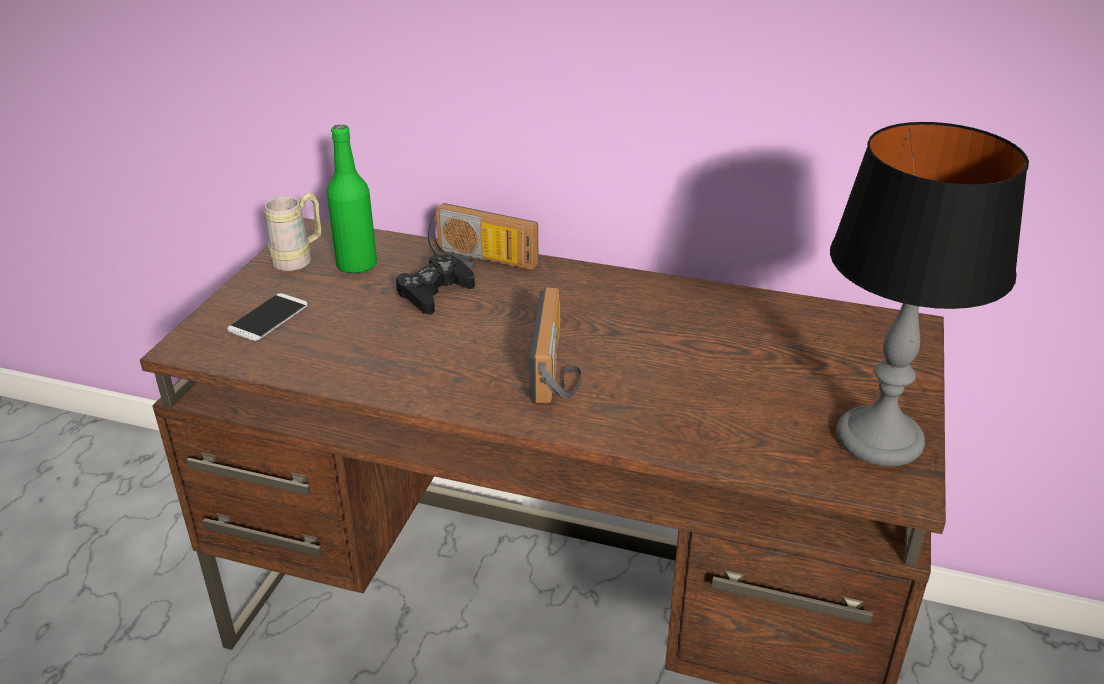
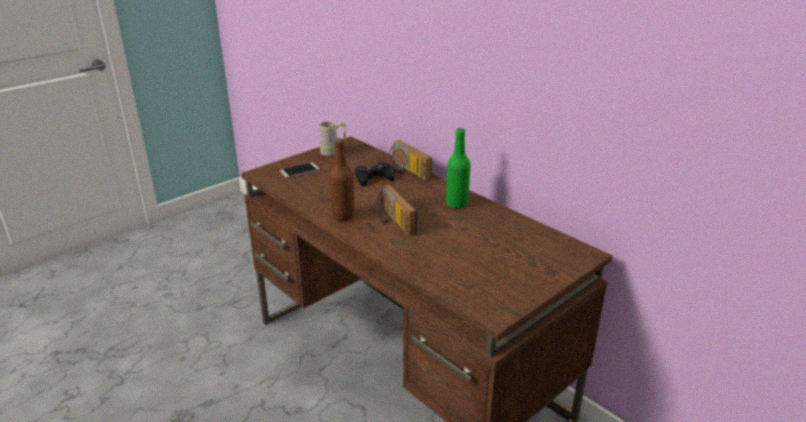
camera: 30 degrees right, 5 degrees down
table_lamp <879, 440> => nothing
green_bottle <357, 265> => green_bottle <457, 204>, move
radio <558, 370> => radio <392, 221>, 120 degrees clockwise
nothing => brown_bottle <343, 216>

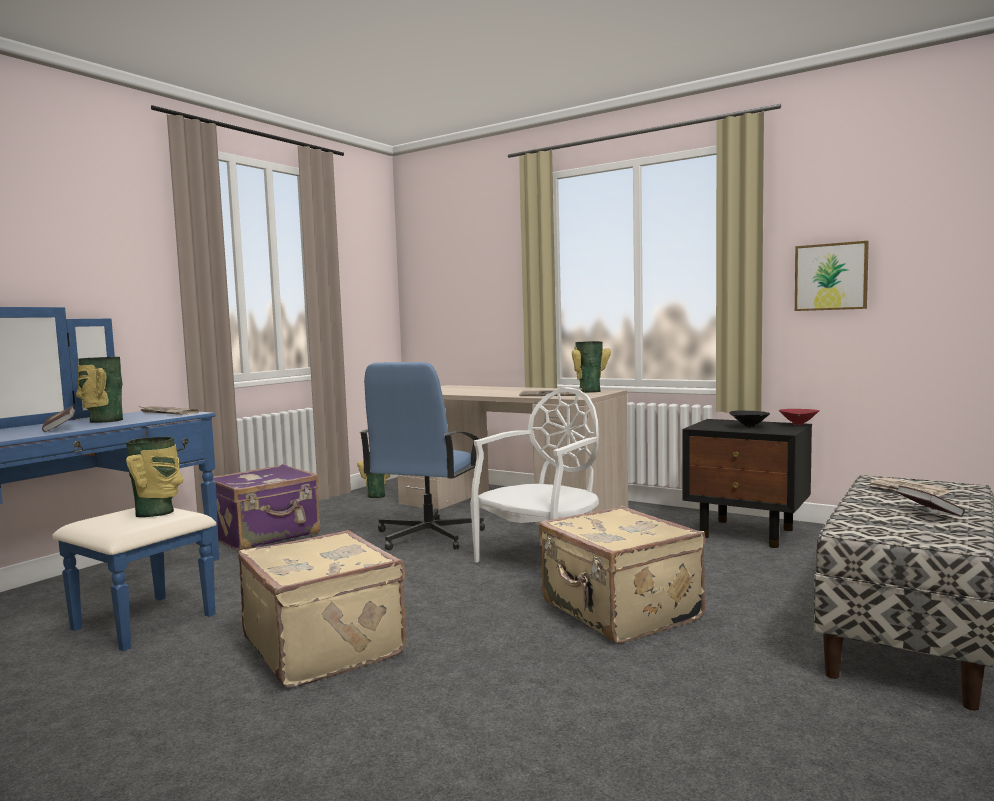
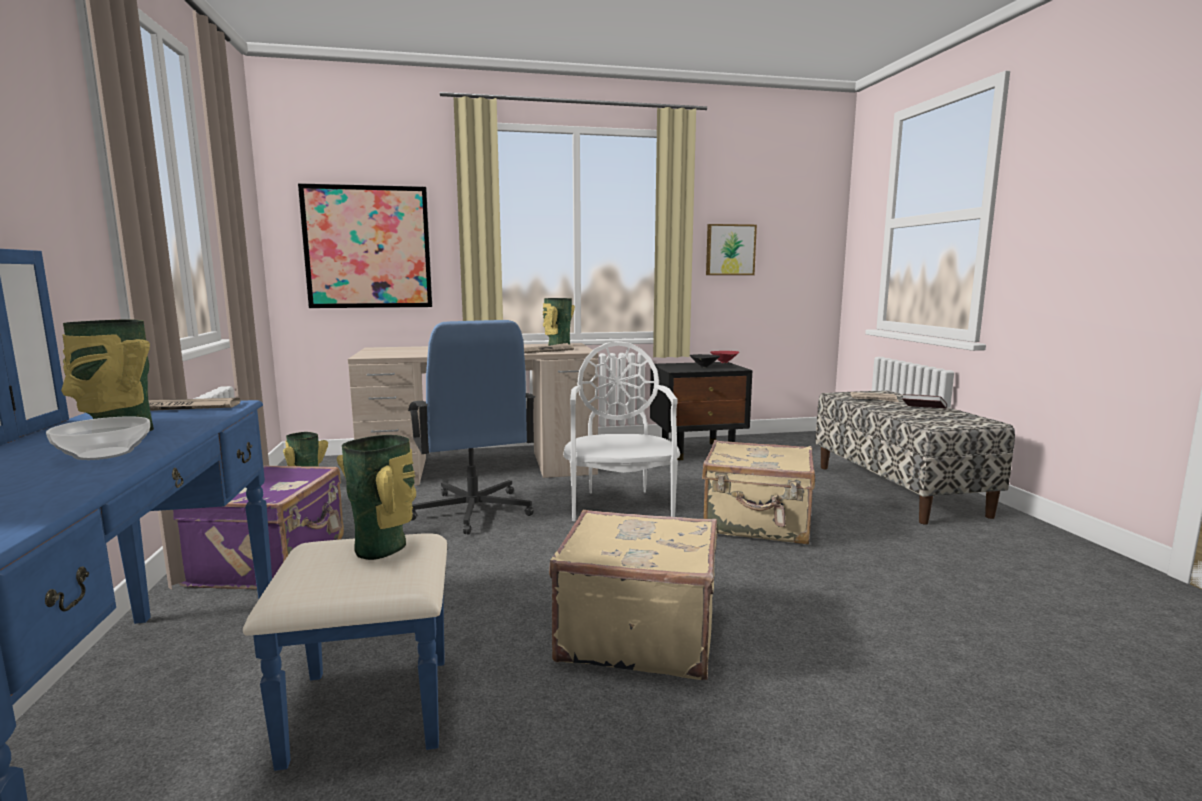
camera: 45 degrees left, 5 degrees up
book <59, 428> => bowl <104, 453>
nothing => picture <368, 247>

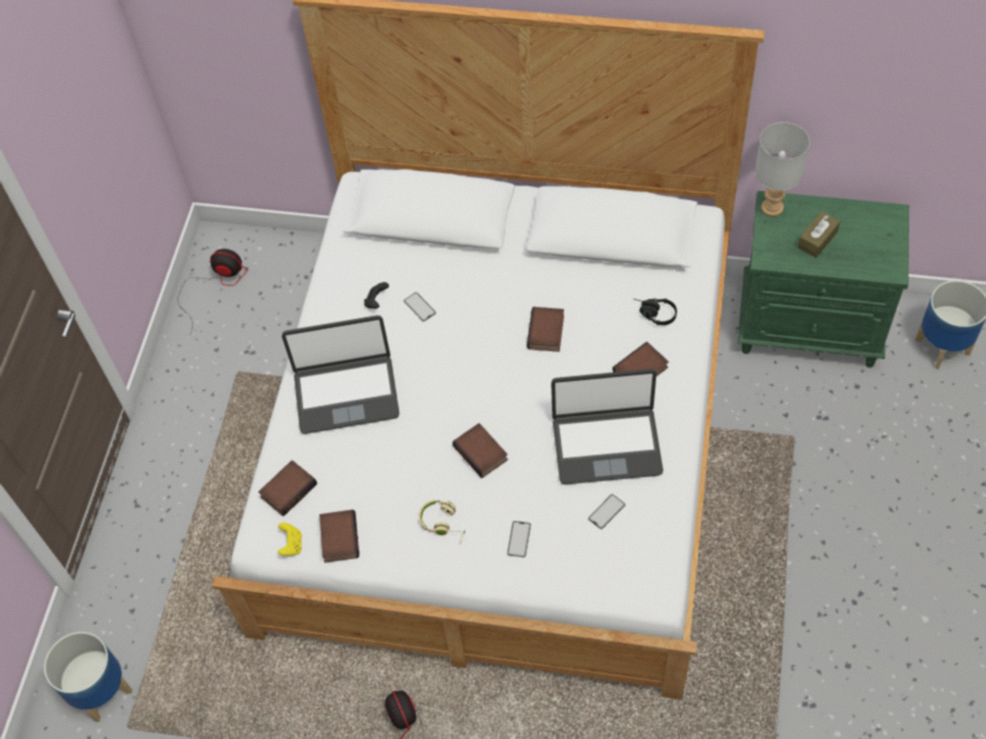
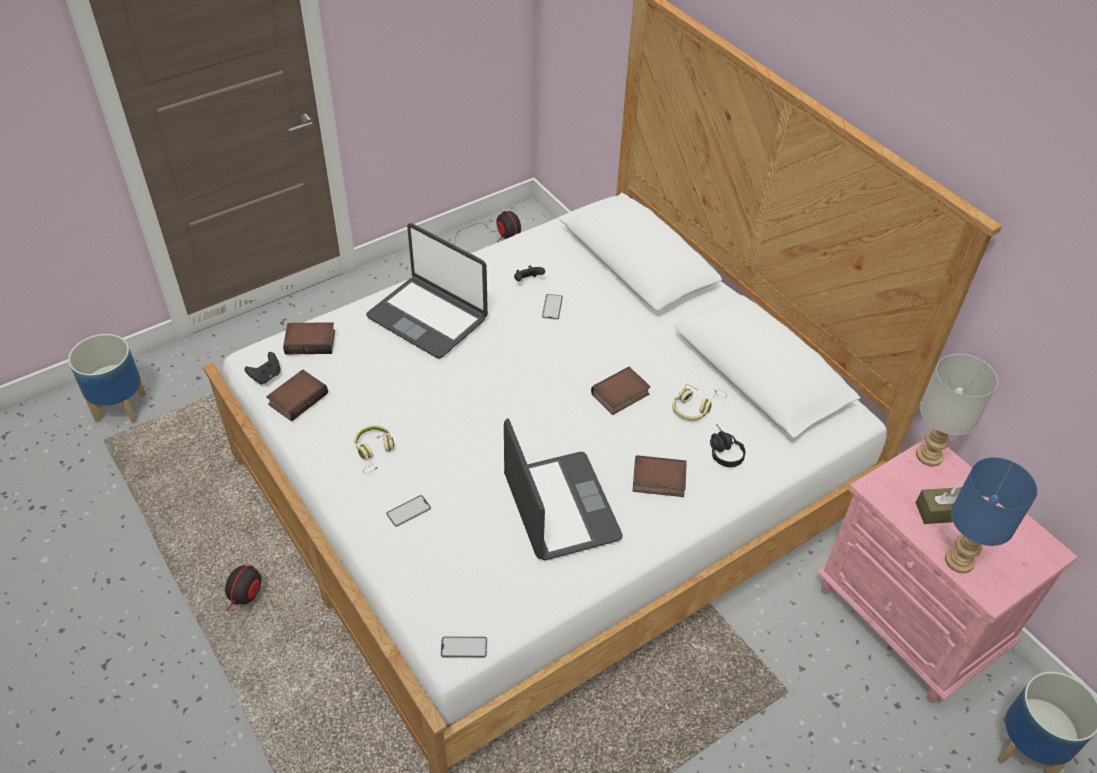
camera: 40 degrees right, 10 degrees down
green_nightstand <810, 325> => pink_nightstand <909, 621>
laptop <606, 445> => laptop <560, 507>, 150 degrees counterclockwise
book <482, 453> => nothing
phone <606, 511> => phone <464, 647>, move
yellow_game_controller <291, 545> => black_game_controller <266, 376>
nothing => beige_headphones <695, 407>
nothing => blue_table_lamp <960, 560>

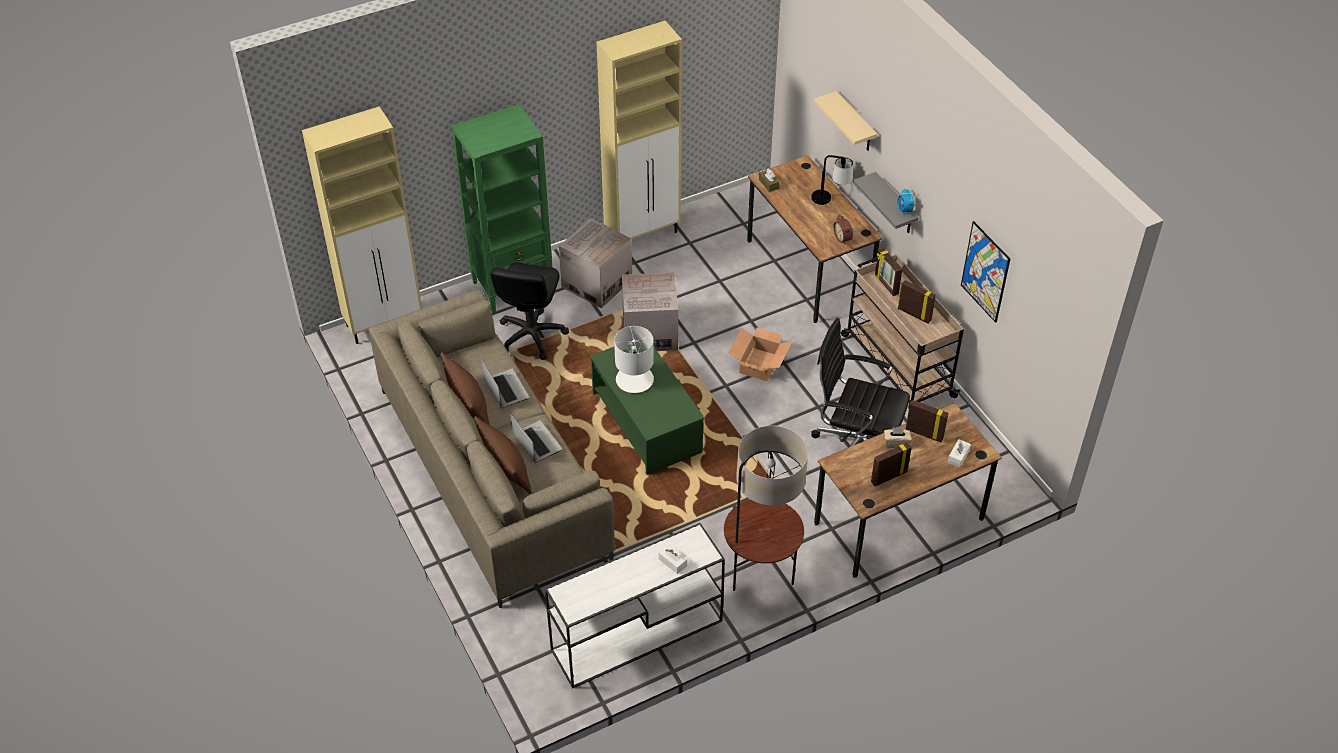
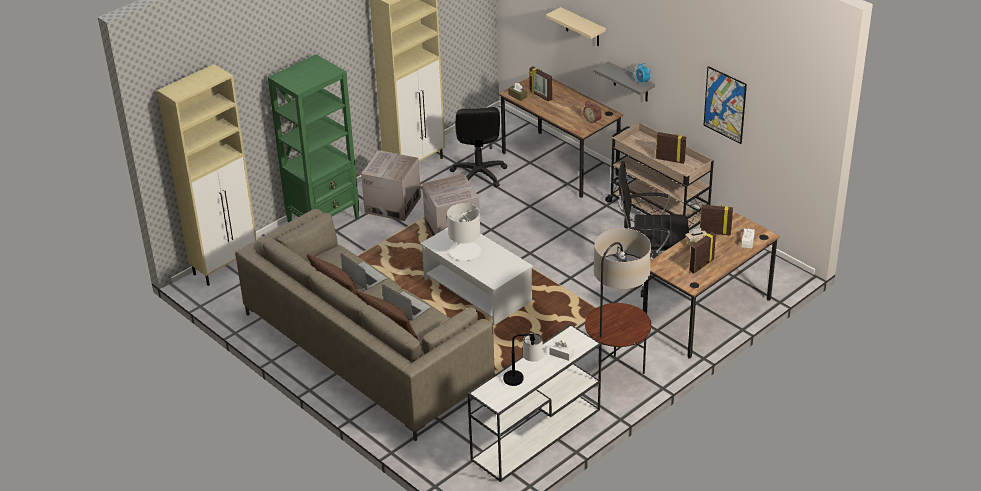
camera: 15 degrees left, 10 degrees down
table_lamp <830, 200> => table_lamp <523, 378>, move
picture_frame <886, 285> => picture_frame <540, 96>, move
black_office_chair <531, 335> => black_office_chair <478, 174>, move
cardboard_box <760, 364> => nothing
green_coffee_table <646, 422> => white_coffee_table <477, 290>

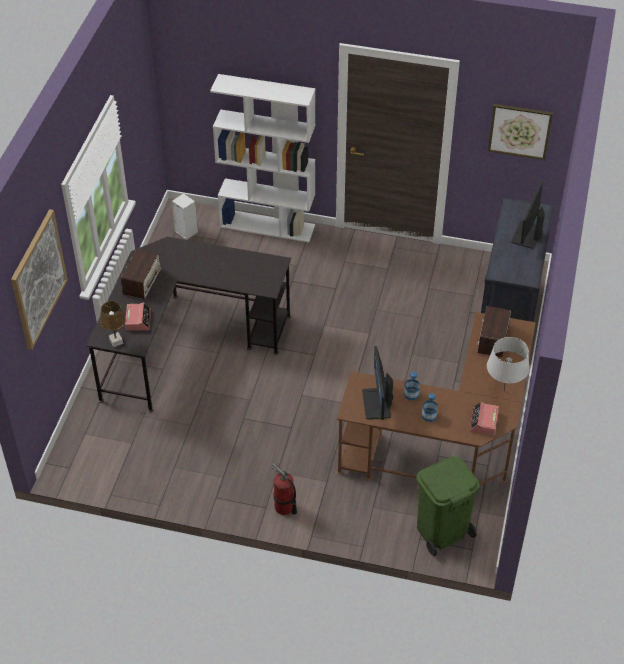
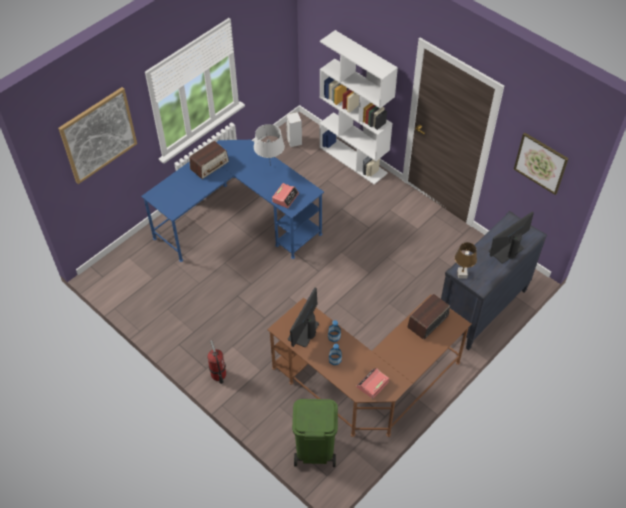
camera: 30 degrees right, 5 degrees up
black_desk <185, 341> => blue_desk <238, 221>
brown_table_lamp <116, 341> => brown_table_lamp <462, 274>, move
alarm_clock <138, 320> => alarm_clock <285, 197>, move
grey_table_lamp <503, 391> => grey_table_lamp <270, 165>, move

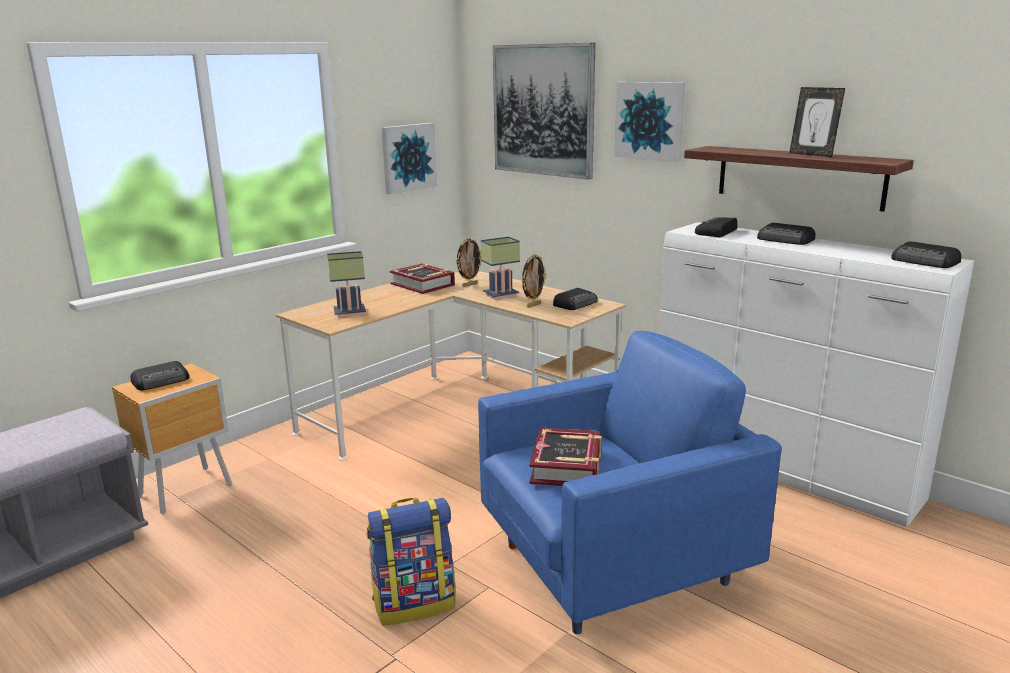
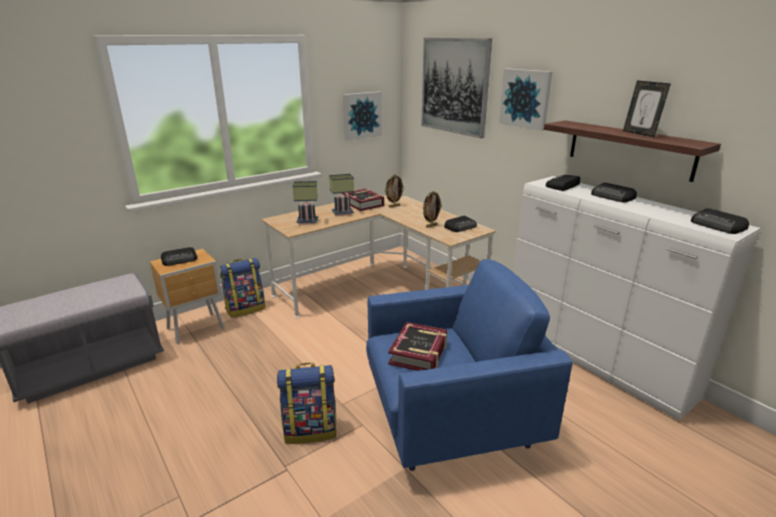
camera: 10 degrees right, 5 degrees up
table_lamp <501, 294> => table_lamp <343, 212>, move
nothing => backpack <245, 308>

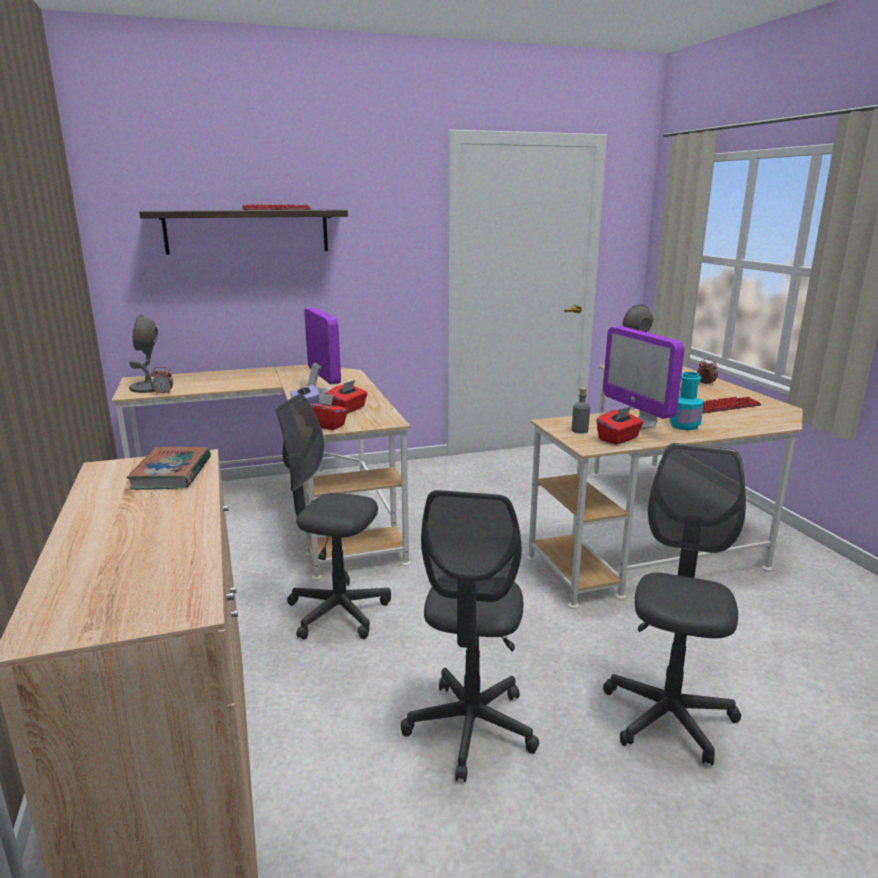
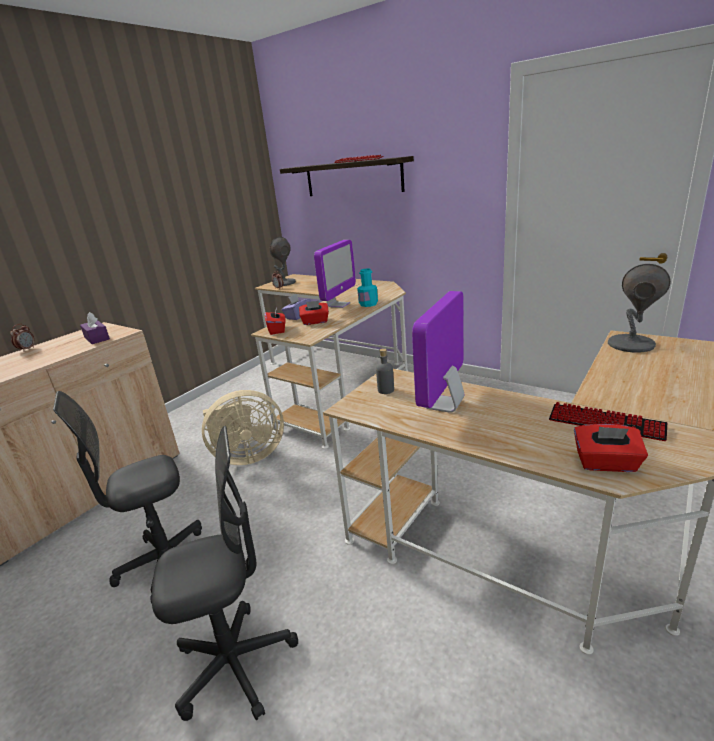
camera: 55 degrees right, 5 degrees up
alarm_clock <705, 384> => alarm_clock <27, 349>, move
turquoise_bottle <684, 426> => turquoise_bottle <368, 304>, move
grey_office_chair <338, 612> => beige_fan <247, 456>
red_tissue_box <618, 439> => red_tissue_box <606, 463>, move
book <172, 473> => purple_tissue_box <97, 338>

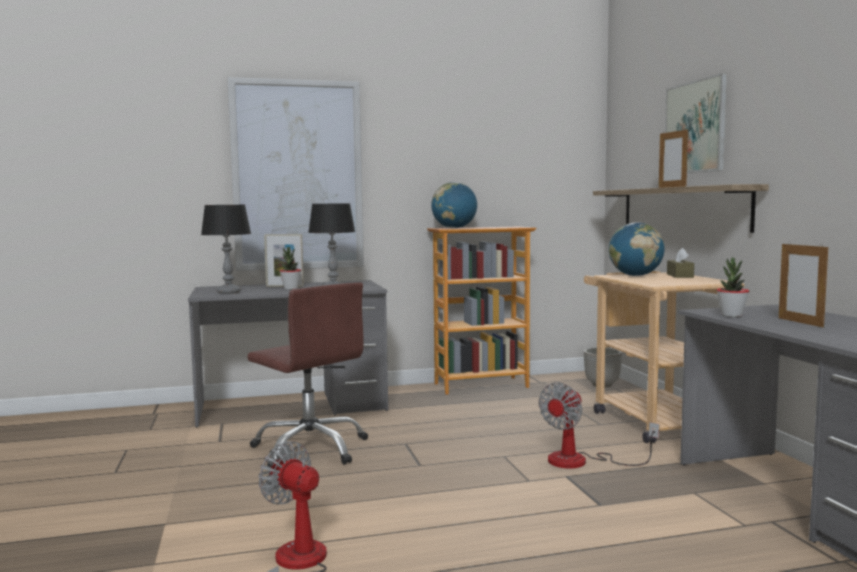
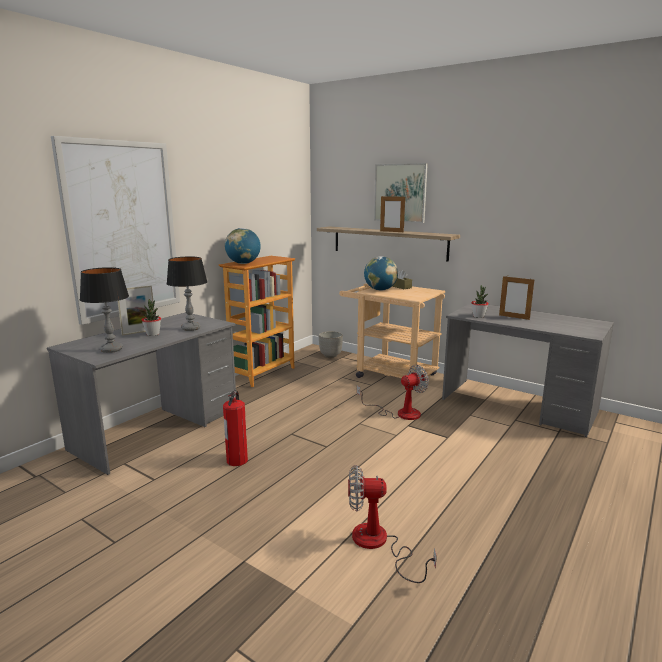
camera: 40 degrees left, 10 degrees up
brown_office_chair <310, 448> => fire_extinguisher <237, 460>
fan <581, 461> => fan <400, 413>, 120 degrees counterclockwise

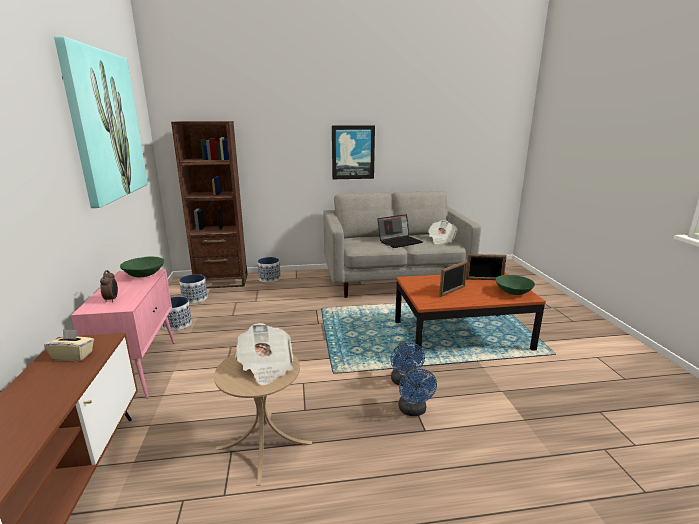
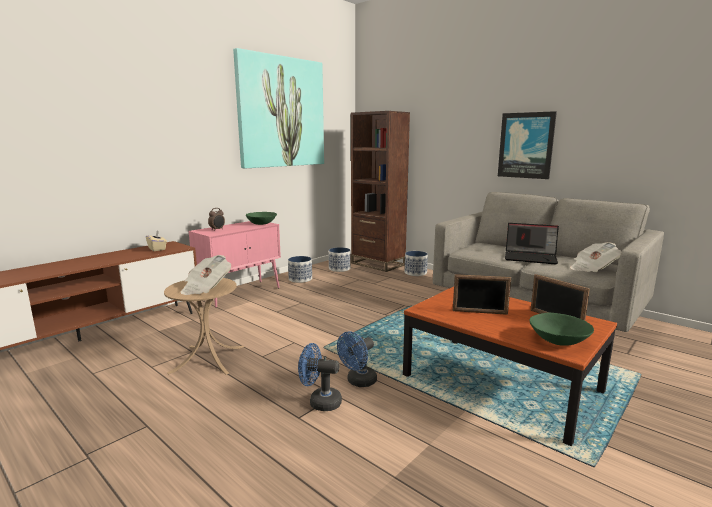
camera: 50 degrees right, 5 degrees down
blue_fan <413, 411> => blue_fan <320, 402>, 60 degrees clockwise

